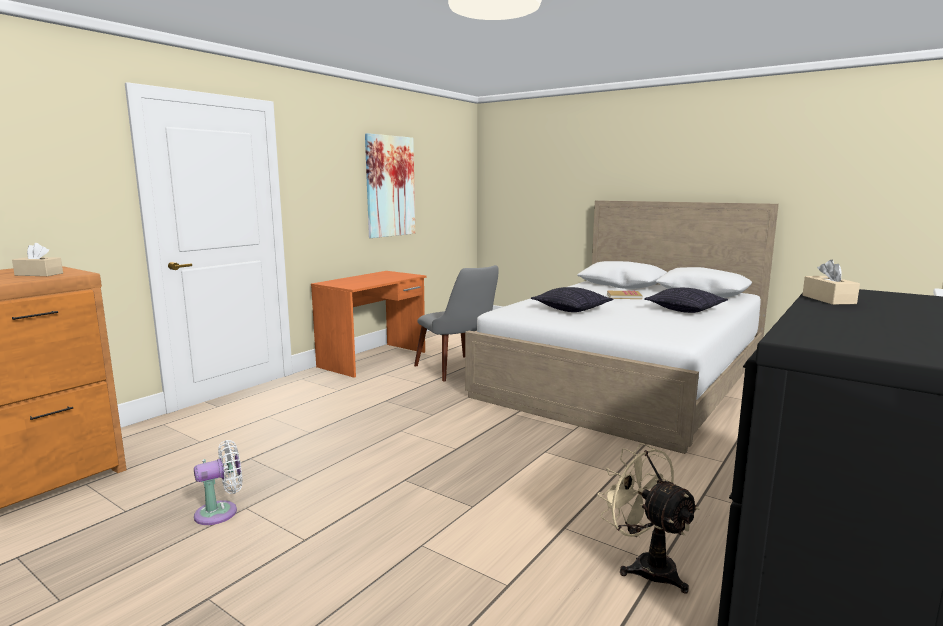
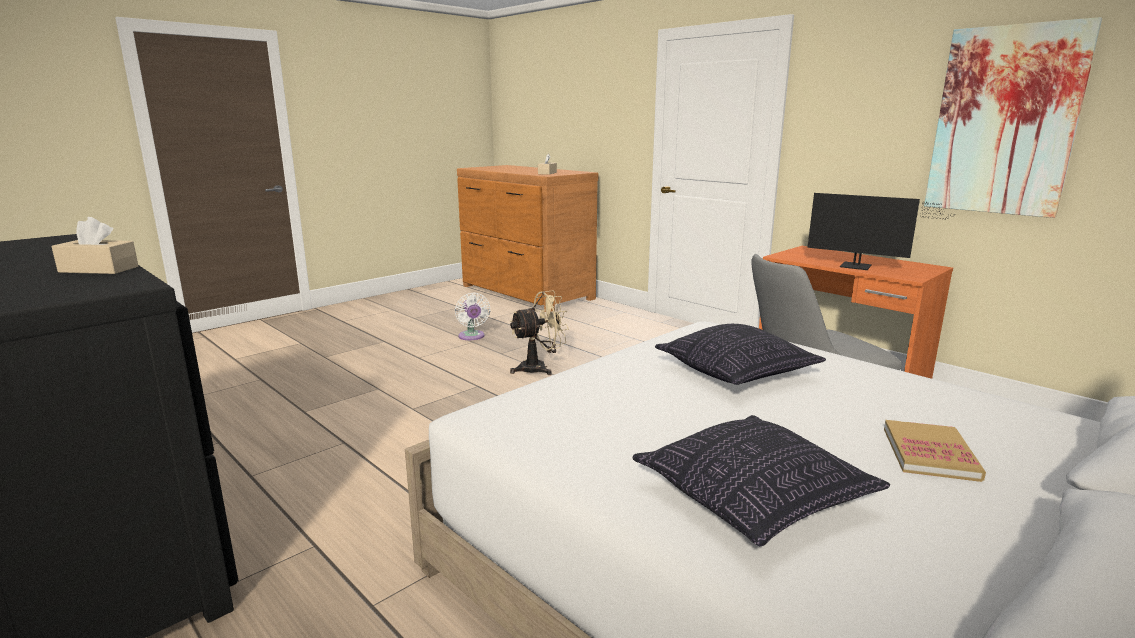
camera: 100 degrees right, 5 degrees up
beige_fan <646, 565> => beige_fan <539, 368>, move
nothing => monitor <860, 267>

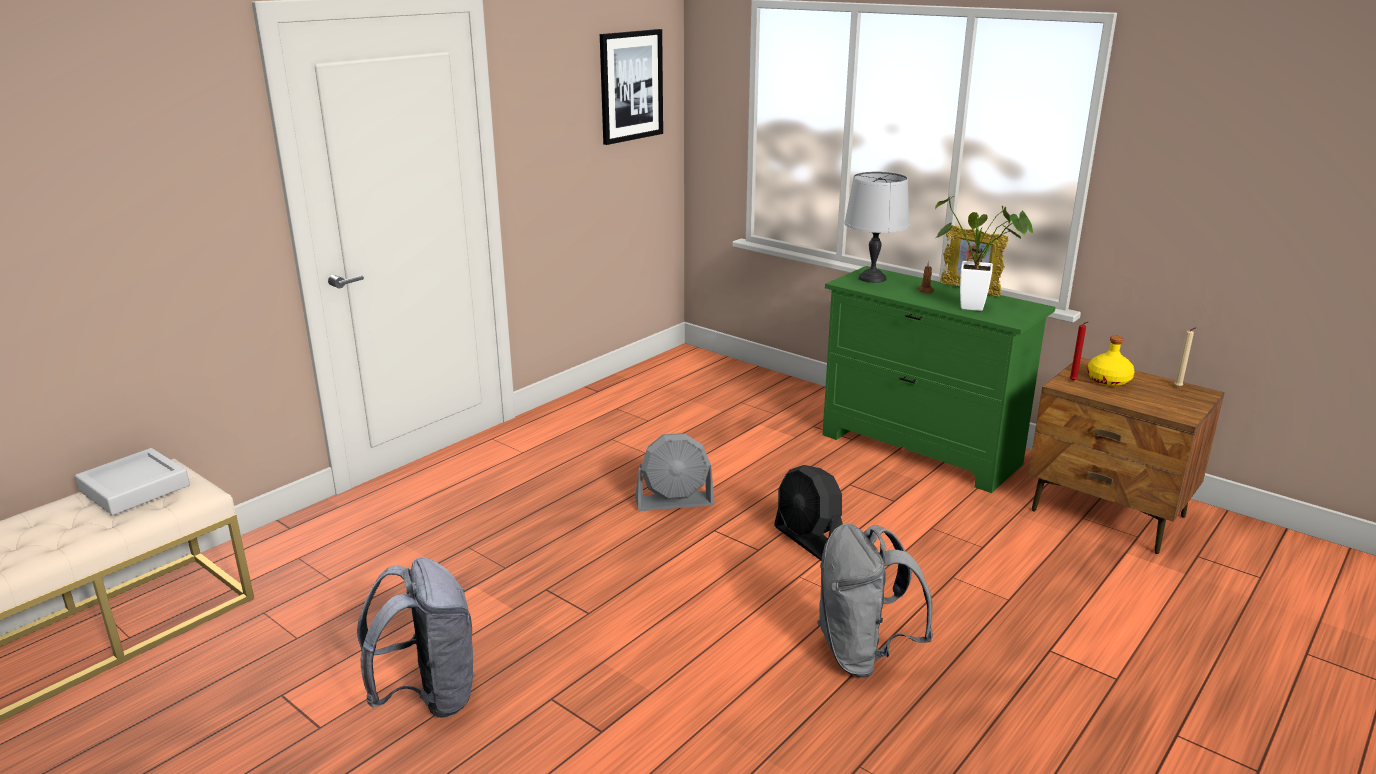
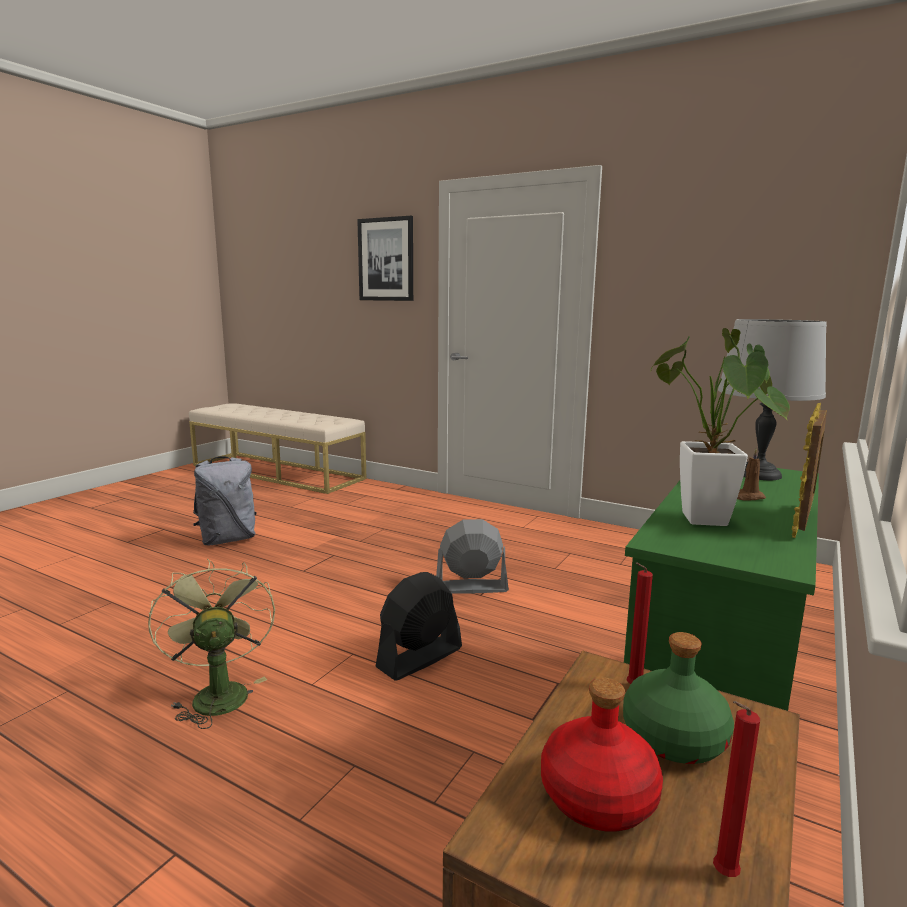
camera: 80 degrees right, 10 degrees down
picture <631, 86> => picture <386, 259>, move
beige_candle <1178, 388> => red_candle <721, 875>
yellow_bottle <1108, 380> => green_bottle <672, 737>
grey_fan <674, 502> => grey_fan <471, 587>, 105 degrees clockwise
grey_tray <135, 488> => nothing
grey_backpack <863, 654> => green_fan <217, 693>
nothing => red_bottle <597, 795>

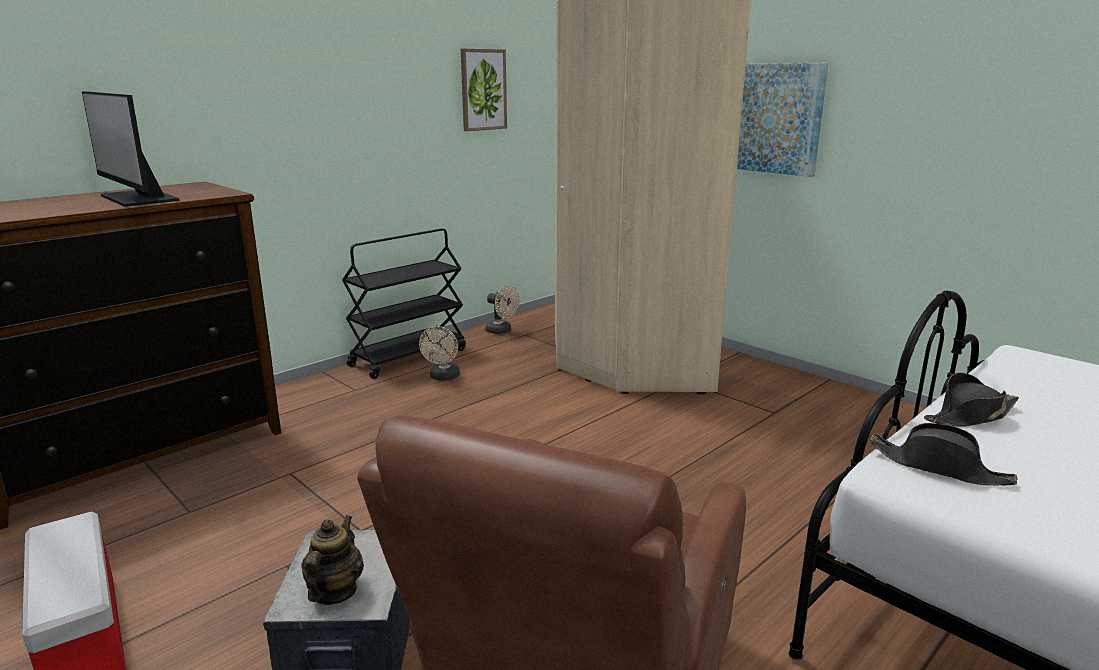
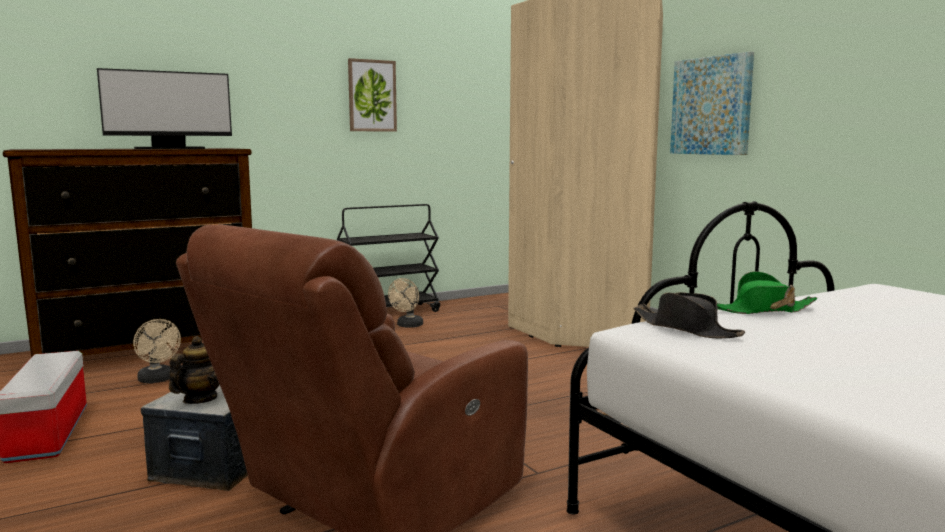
camera: 15 degrees right, 10 degrees down
picture <483, 90> => picture <372, 96>, move
monitor <137, 198> => monitor <169, 148>, 90 degrees counterclockwise
beige_fan <502, 331> => beige_fan <158, 380>, move
black_hat <970, 416> => green_hat <763, 310>

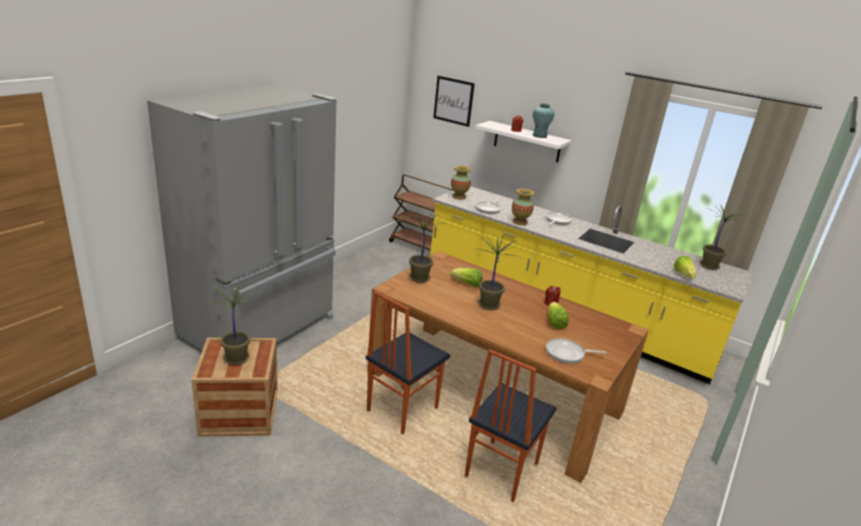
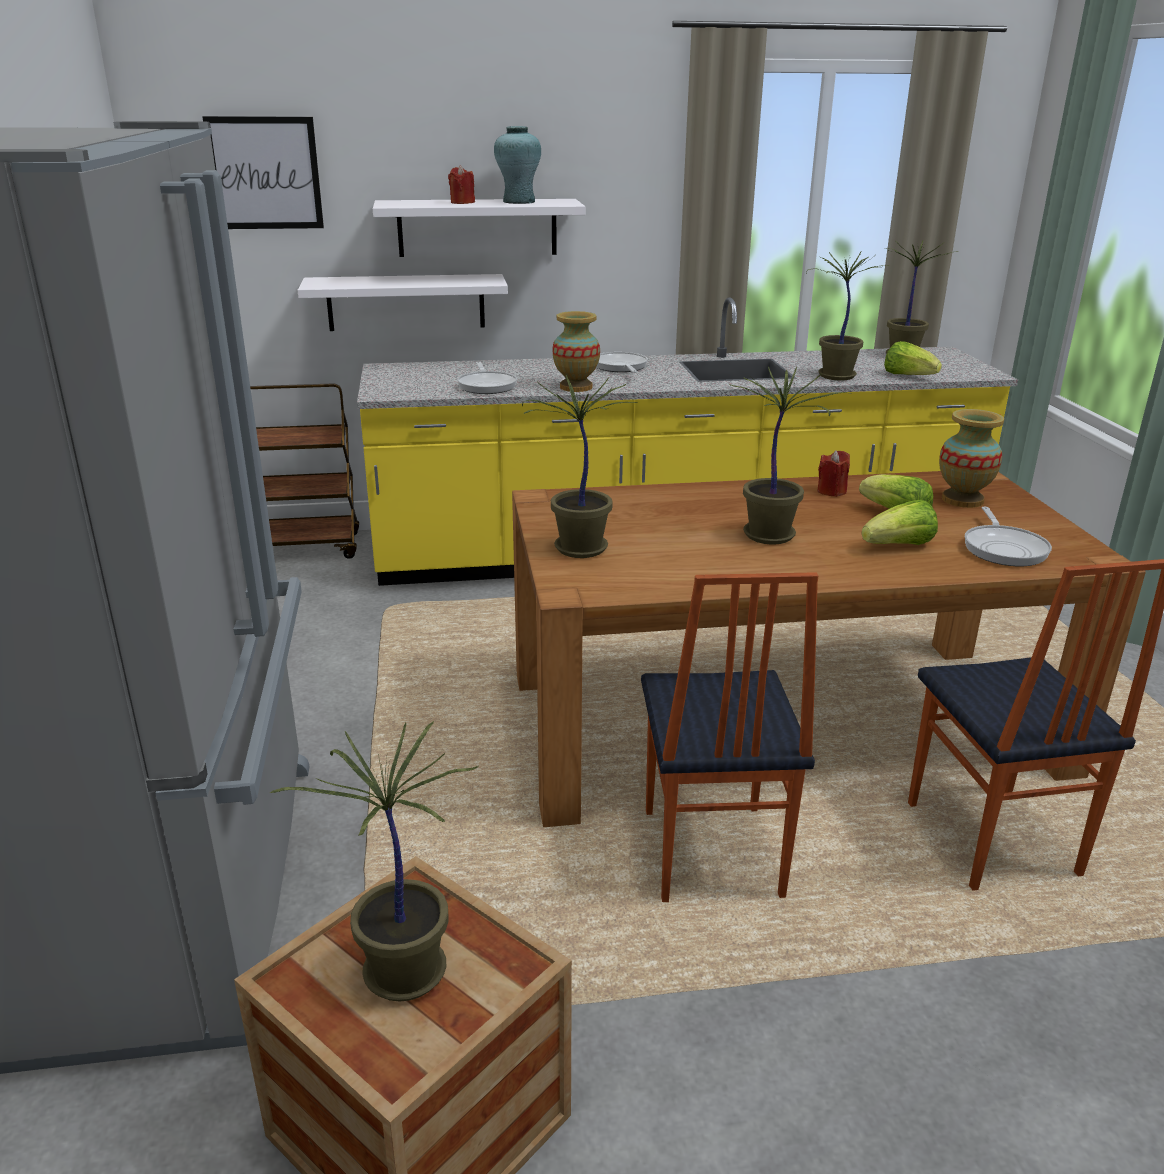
camera: 40 degrees left, 0 degrees up
vase <459, 197> => vase <962, 500>, move
lettuce <467, 284> => lettuce <899, 546>, move
frying_pan <567, 354> => frying_pan <1004, 549>, 45 degrees counterclockwise
nothing => potted_plant <835, 376>
nothing => white_shelf <406, 302>

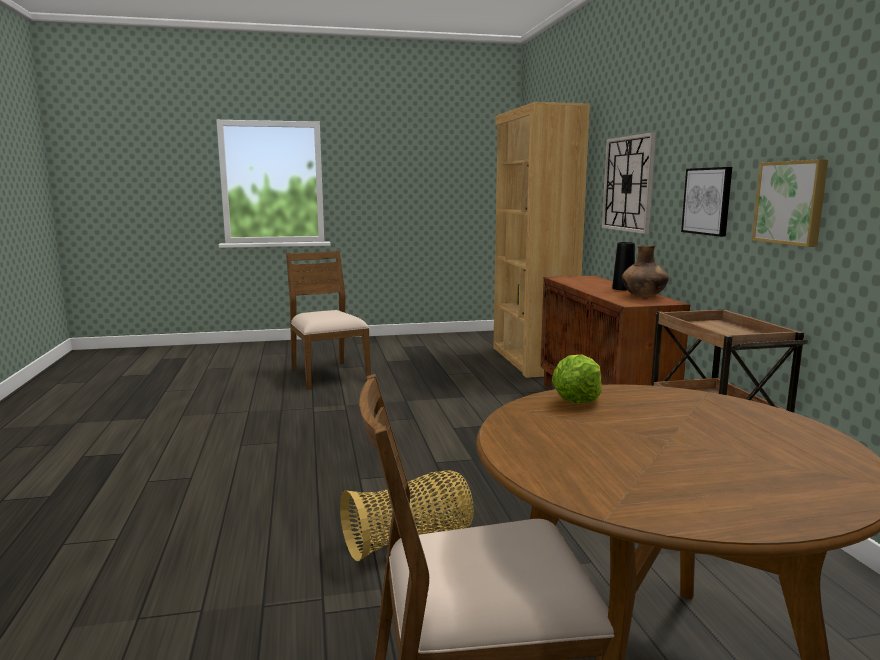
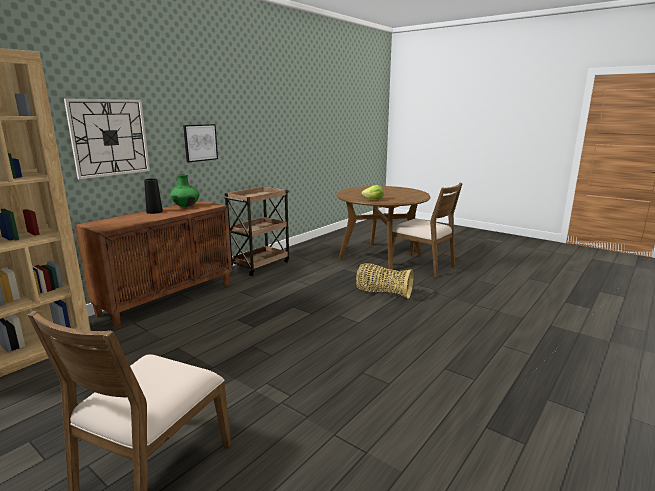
camera: 130 degrees left, 5 degrees up
picture <791, 202> => nothing
brown_vase <644, 296> => green_vase <186, 206>

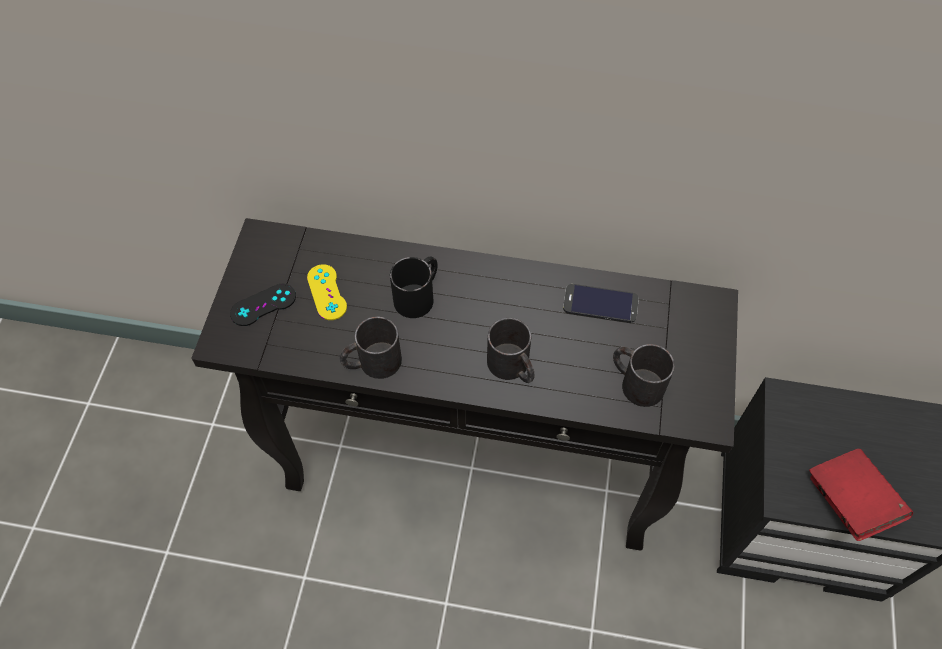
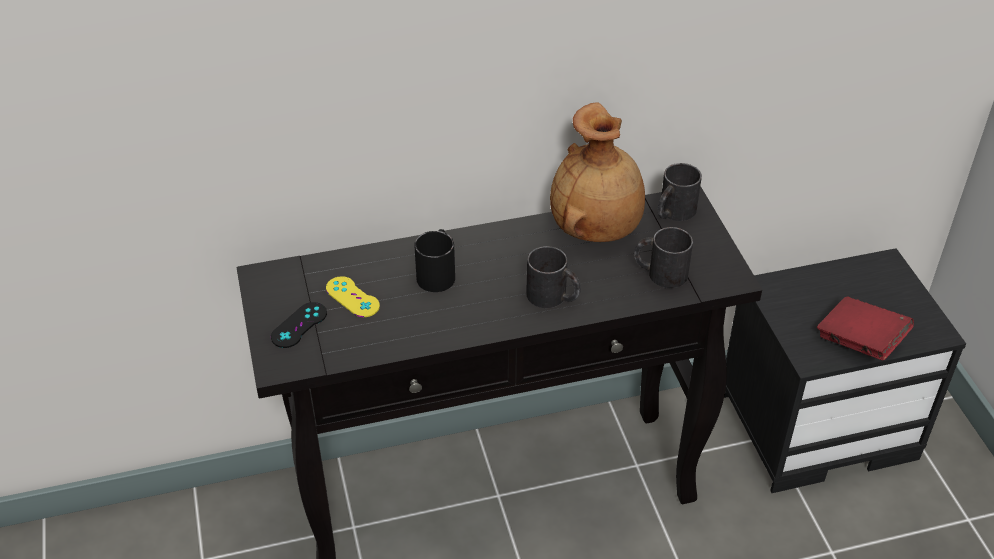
camera: 25 degrees left, 15 degrees down
phone <600, 303> => brown_vase <597, 229>
black_mug <372, 363> => black_mug <673, 213>, move

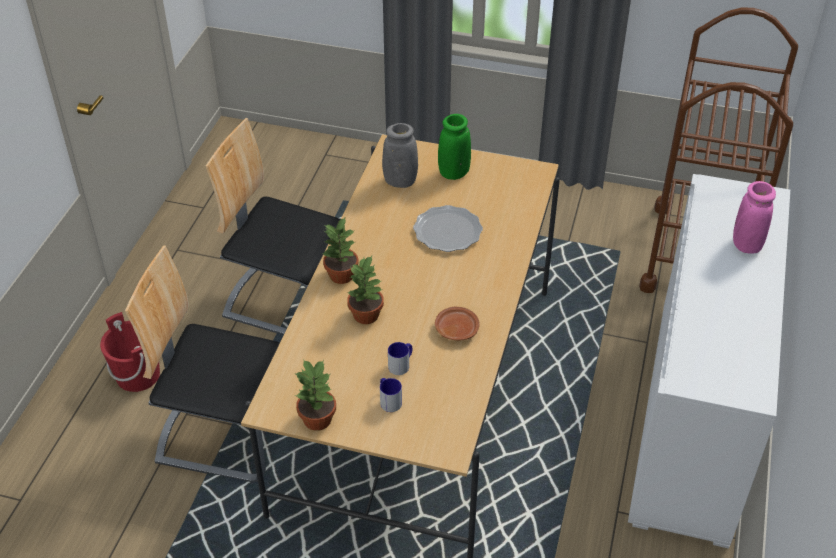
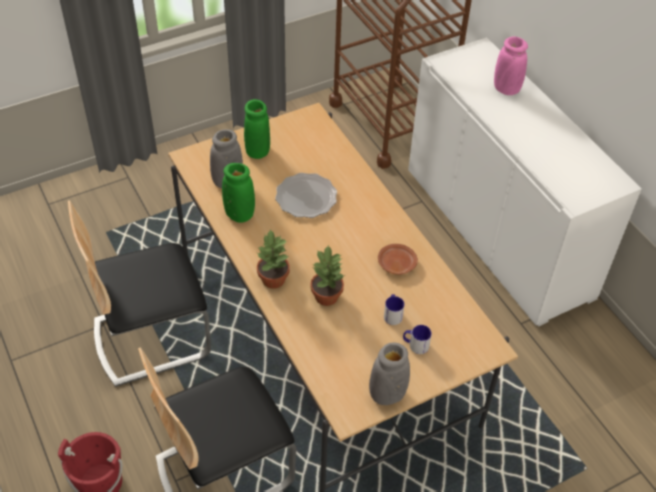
camera: 45 degrees left, 5 degrees up
potted_plant <318, 419> => grey_vase <387, 394>
nothing => green_vase <239, 214>

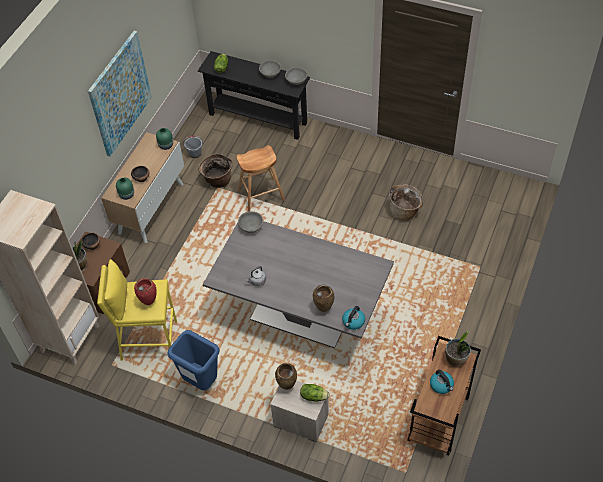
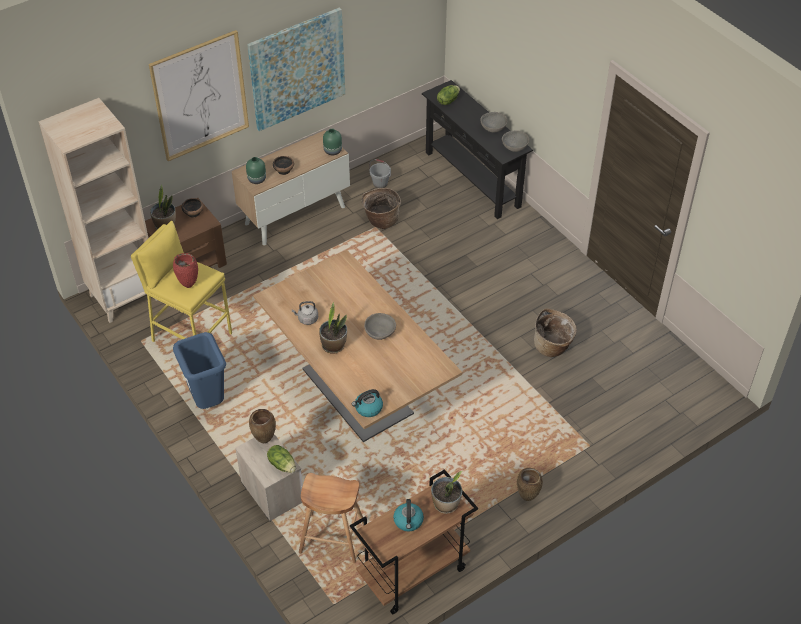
camera: 30 degrees right, 5 degrees down
brown_stool <261, 195> => brown_stool <332, 538>, move
grey_bowl <251, 227> => grey_bowl <379, 333>, move
grey_dining_table <301, 314> => brown_dining_table <357, 391>
brown_vase <324, 309> => brown_vase <527, 497>, move
nothing => picture <200, 96>
nothing => potted_plant <334, 345>

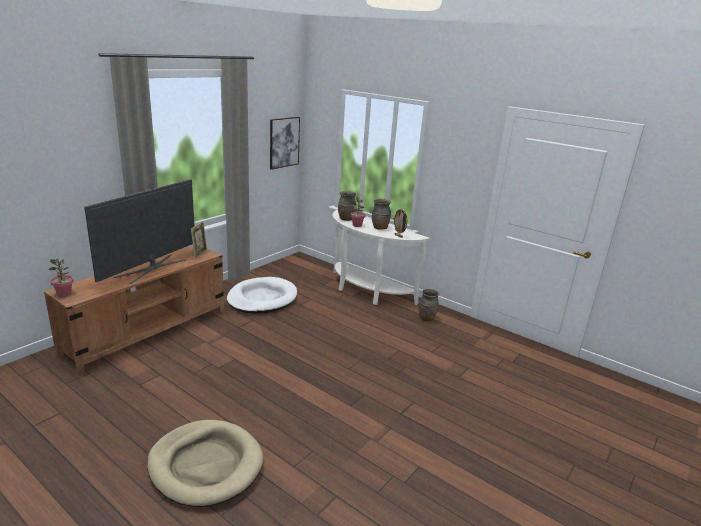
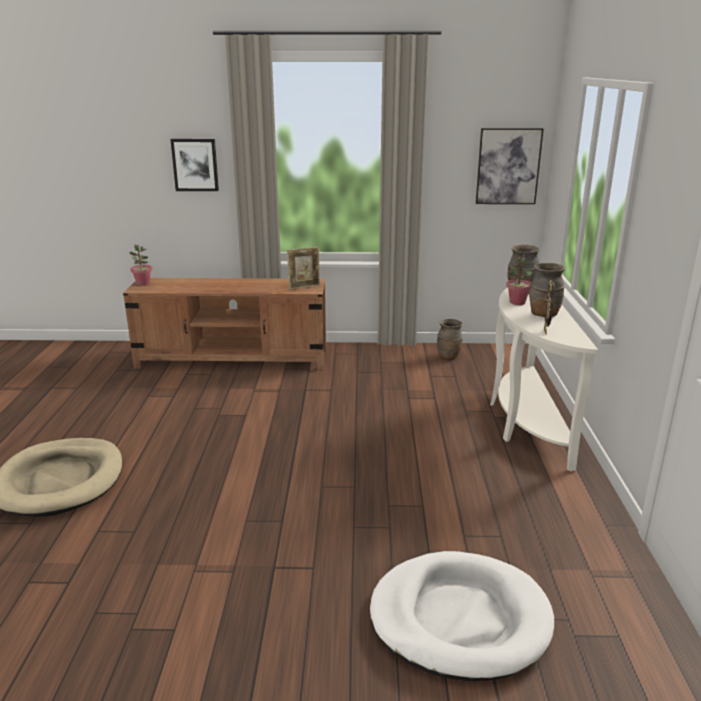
camera: 55 degrees right, 0 degrees up
television <151, 268> => nothing
white_dog_bed <262, 298> => white_dog_bed <459, 619>, move
brown_vase <426, 318> => brown_vase <448, 357>, move
nothing => picture <195, 165>

